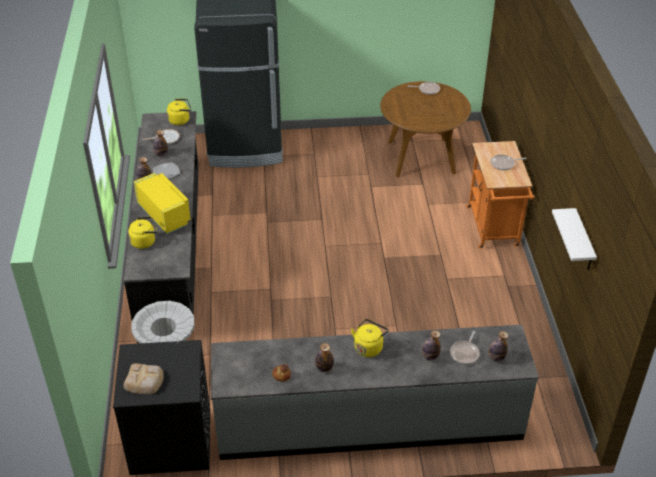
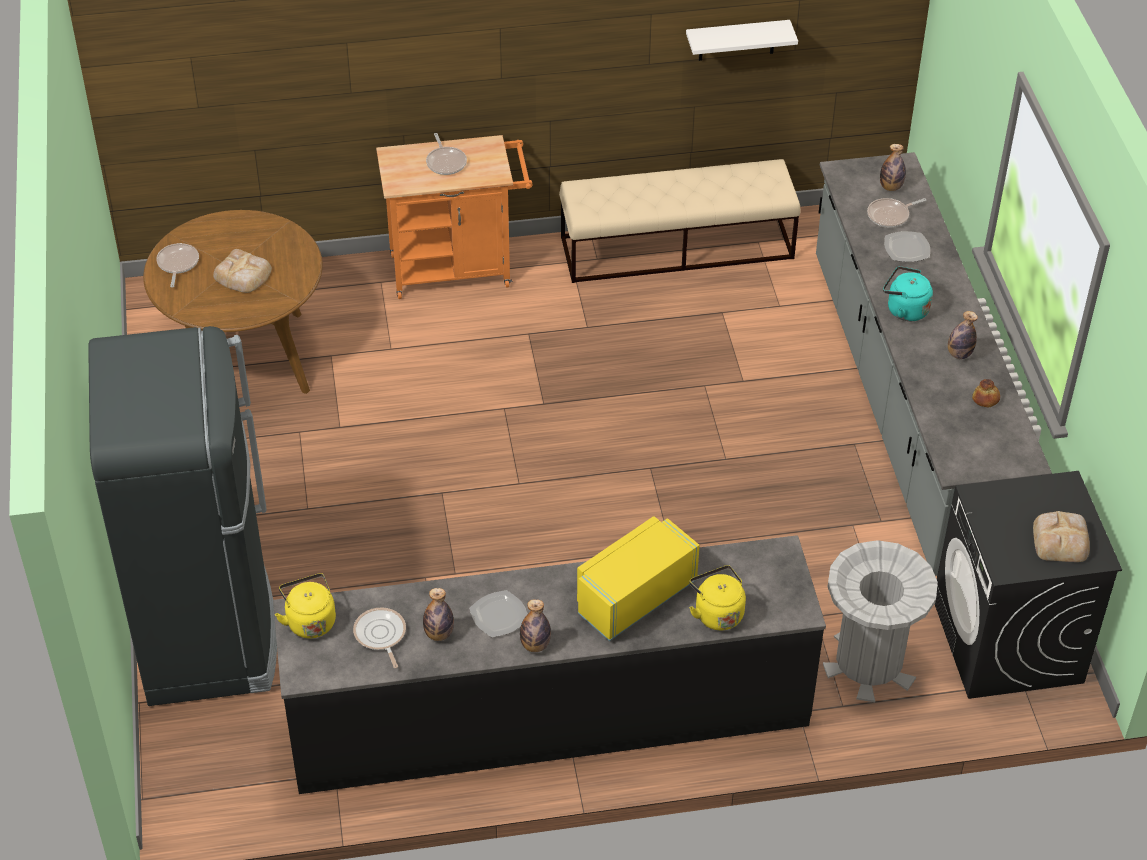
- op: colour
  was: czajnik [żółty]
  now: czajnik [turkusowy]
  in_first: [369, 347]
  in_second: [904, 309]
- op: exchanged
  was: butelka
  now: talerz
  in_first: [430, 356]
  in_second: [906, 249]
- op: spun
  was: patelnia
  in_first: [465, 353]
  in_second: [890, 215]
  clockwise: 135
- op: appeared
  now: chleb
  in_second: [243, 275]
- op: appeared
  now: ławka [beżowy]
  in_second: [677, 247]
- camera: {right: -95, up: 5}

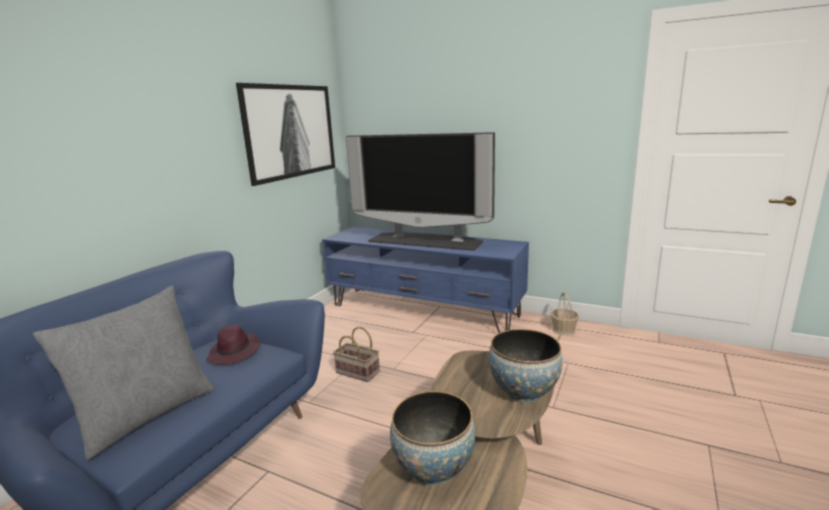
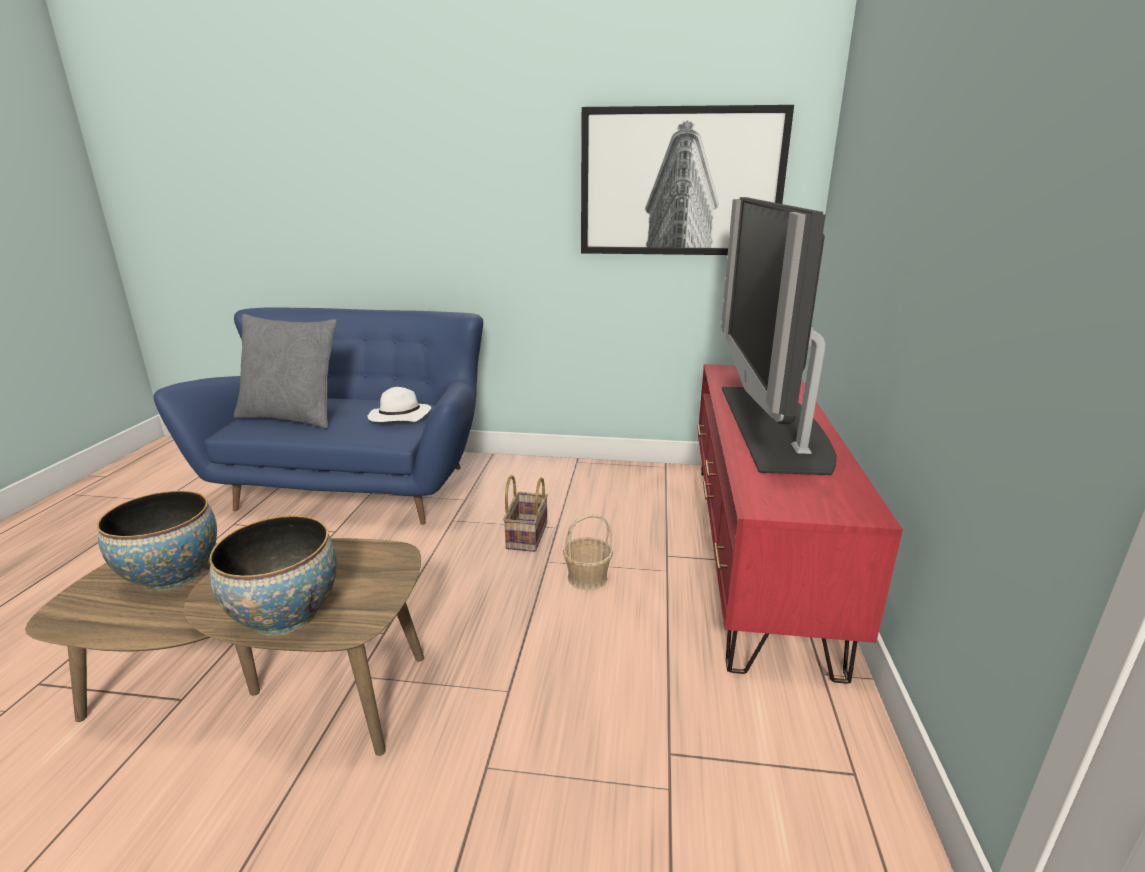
- op: colour
  was: kapelusz [fioletowy]
  now: kapelusz [biały]
  in_first: [235, 352]
  in_second: [399, 417]
- op: colour
  was: szafka pod telewizor [niebieski]
  now: szafka pod telewizor [czerwony]
  in_first: [424, 310]
  in_second: [756, 550]
- op: relocated
  was: koszyk
  in_first: [563, 330]
  in_second: [587, 577]
- camera: {right: 70, up: 5}

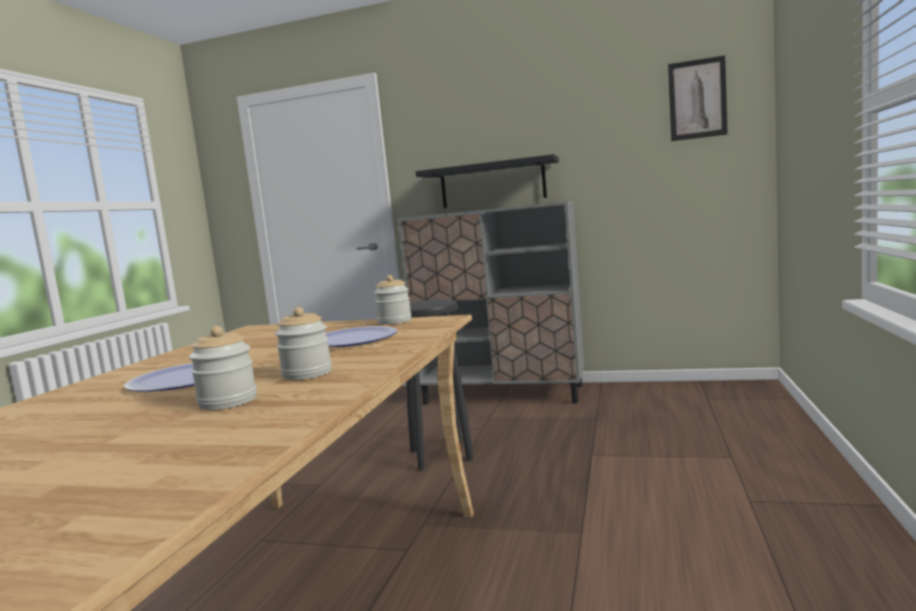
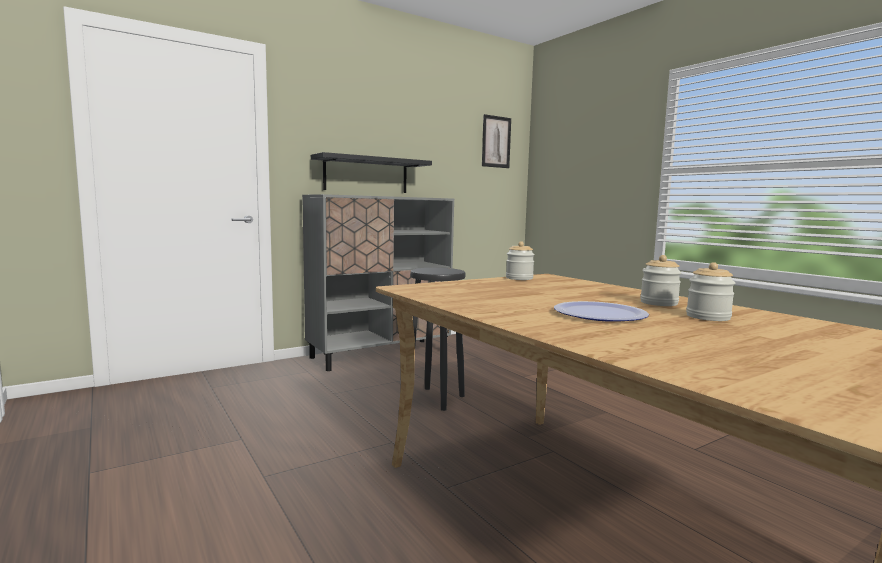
- op: missing
  was: talerz
  in_first: [353, 339]
- camera: {right: -50, up: 0}

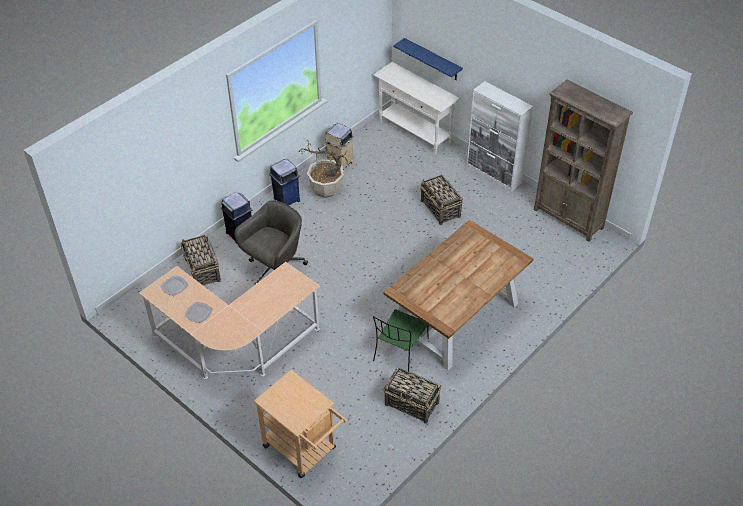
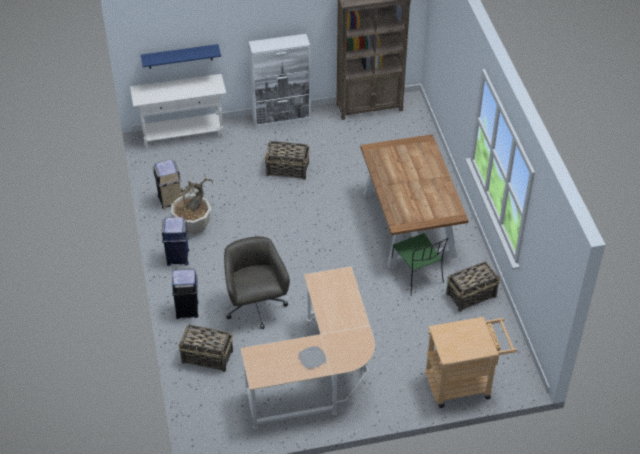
- op: missing
  was: talerz
  in_first: [174, 286]
- camera: {right: -55, up: 0}

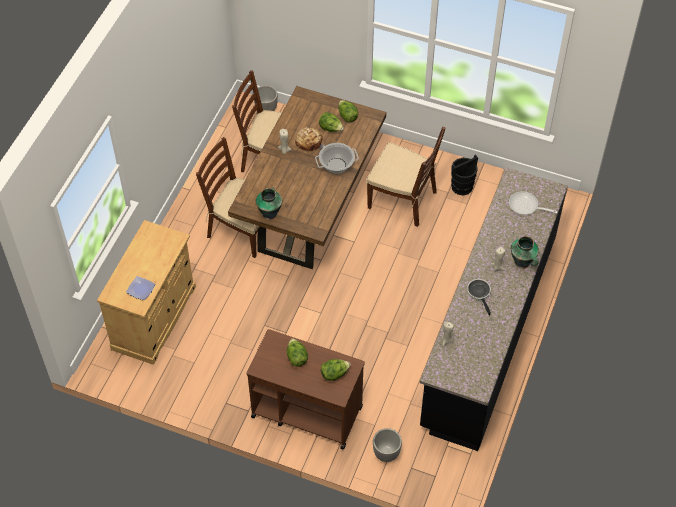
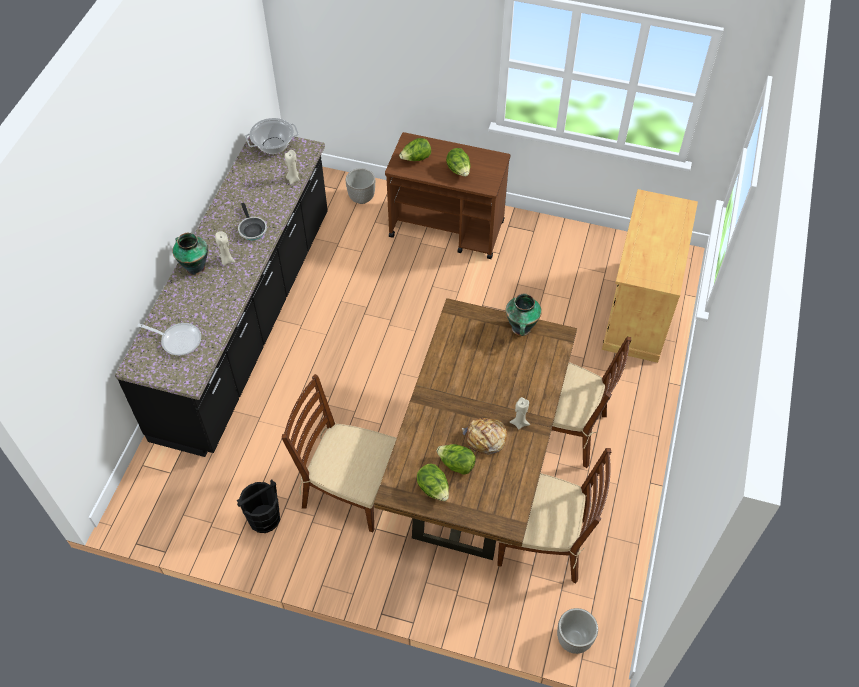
- op: missing
  was: talerz
  in_first: [140, 289]
- op: relocated
  was: garnek
  in_first: [336, 165]
  in_second: [273, 146]
- camera: {right: 175, up: 0}

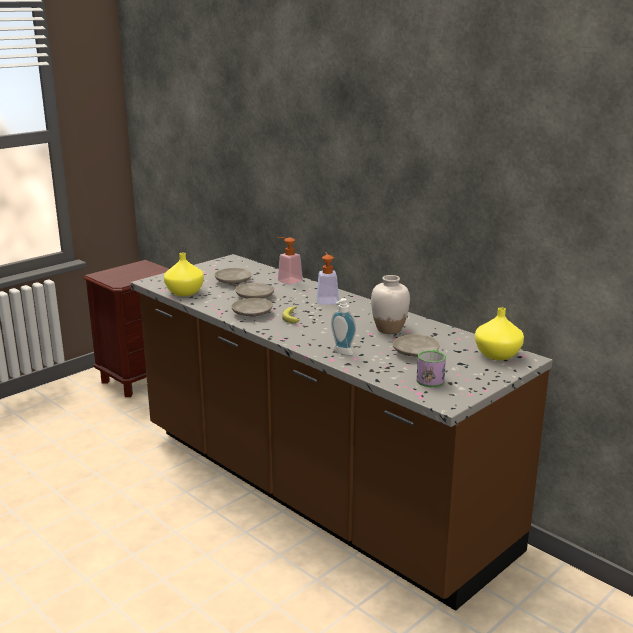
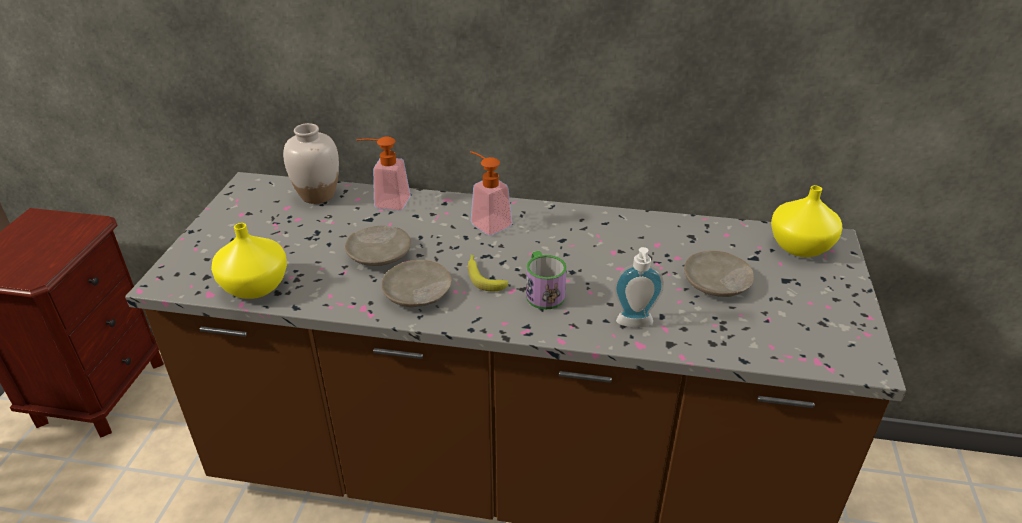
- op: missing
  was: talerz [beżowy]
  in_first: [233, 281]
- op: relocated
  was: wazon [biały]
  in_first: [389, 329]
  in_second: [317, 195]
- op: relocated
  was: kubek
  in_first: [431, 378]
  in_second: [542, 292]
- camera: {right: -35, up: 15}

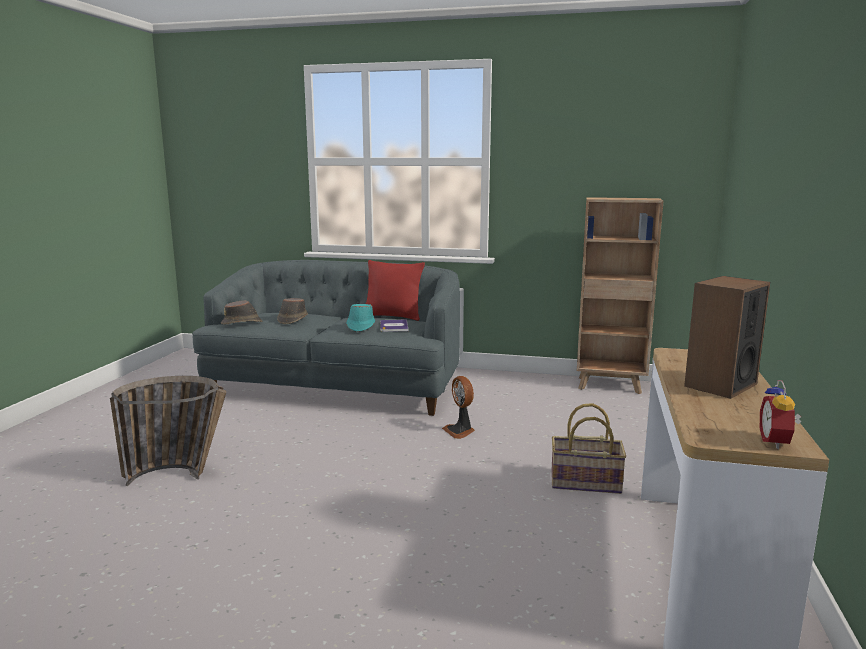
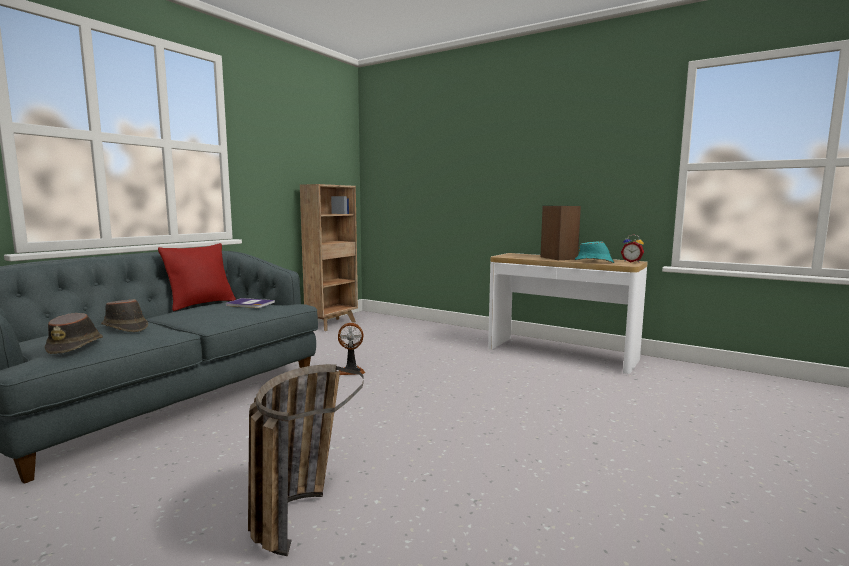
- op: relocated
  was: kapelusz [turkusowy]
  in_first: [360, 326]
  in_second: [594, 262]
- op: missing
  was: koszyk
  in_first: [585, 483]
- camera: {right: -70, up: -5}

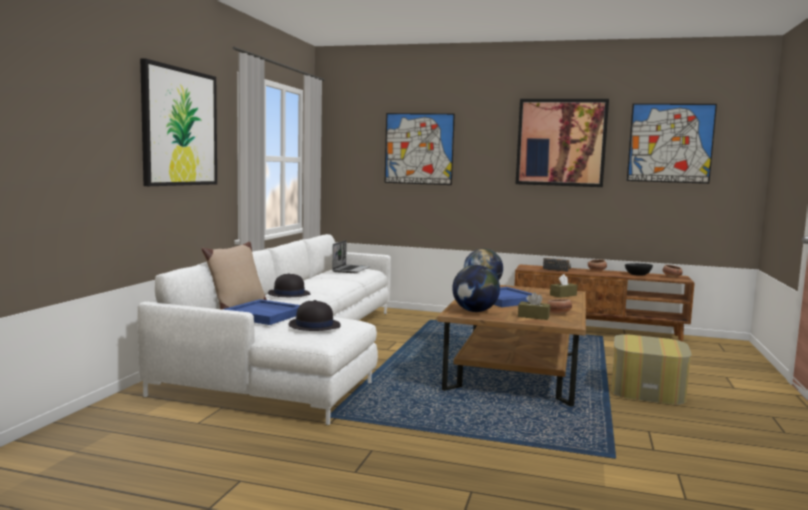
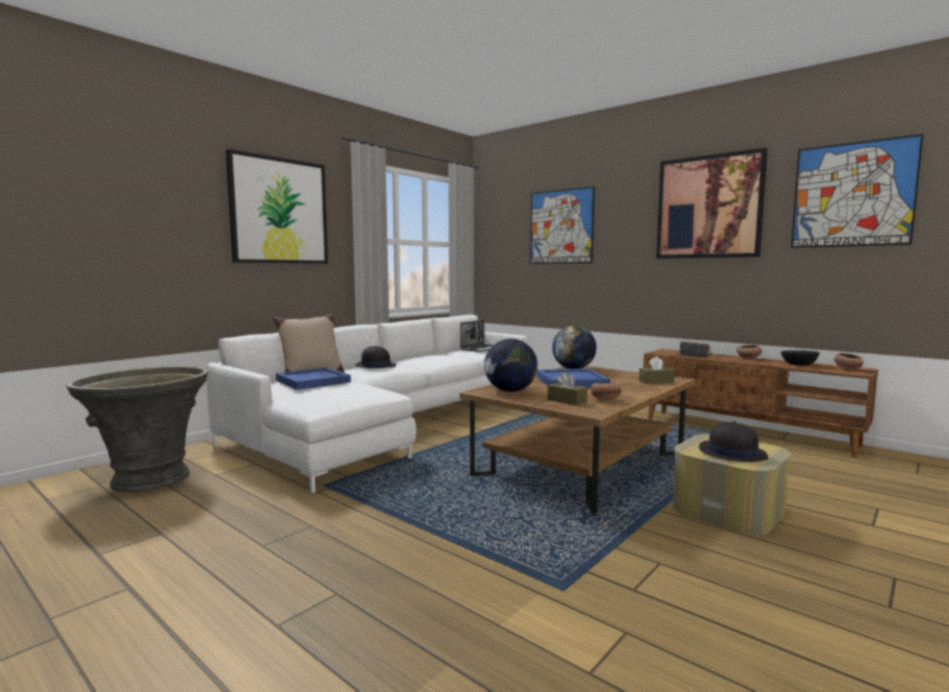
- op: relocated
  was: kapelusz [czarny]
  in_first: [314, 325]
  in_second: [731, 453]
- op: appeared
  now: donica [szary]
  in_second: [149, 479]
- camera: {right: 25, up: 0}

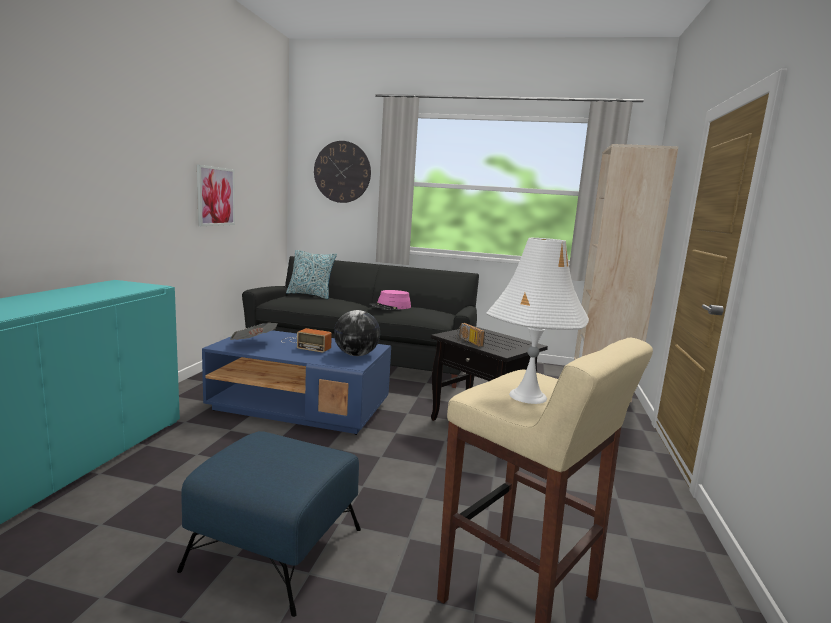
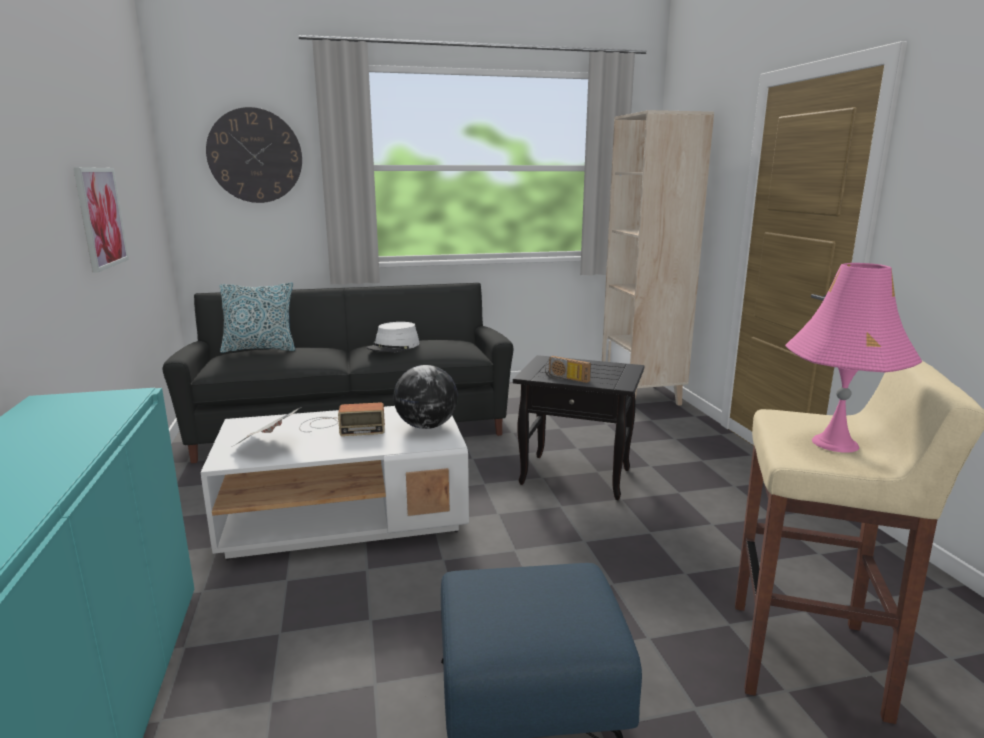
- op: colour
  was: ława [niebieski]
  now: ława [biały]
  in_first: [301, 407]
  in_second: [347, 516]
- op: colour
  was: kapelusz [różowy]
  now: kapelusz [biały]
  in_first: [390, 307]
  in_second: [394, 346]
- op: colour
  was: lampa stołowa [biały]
  now: lampa stołowa [różowy]
  in_first: [527, 396]
  in_second: [834, 443]
- camera: {right: -25, up: 5}

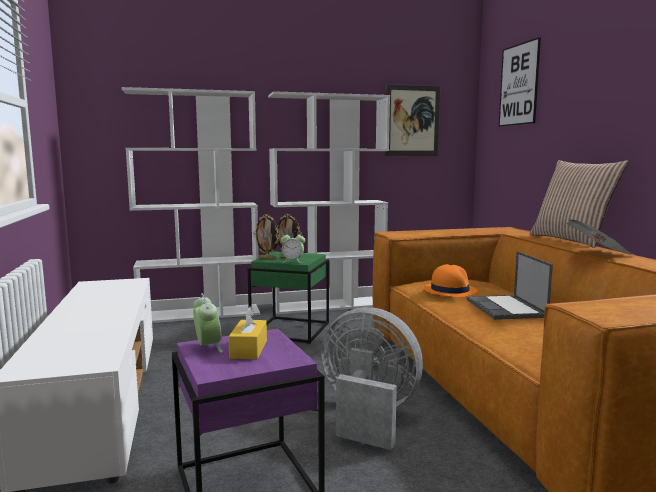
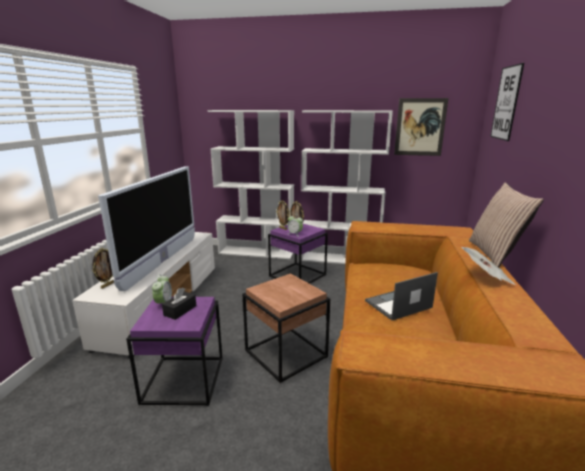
- op: colour
  was: pudełko chusteczek [żółty]
  now: pudełko chusteczek [czarny]
  in_first: [248, 349]
  in_second: [180, 310]
- op: colour
  was: stolik [zielony]
  now: stolik [fioletowy]
  in_first: [291, 330]
  in_second: [298, 275]
- op: exchanged
  was: wentylator [szary]
  now: stolik [brązowy]
  in_first: [368, 415]
  in_second: [285, 353]
- op: missing
  was: kapelusz [pomarańczowy]
  in_first: [449, 290]
- op: spun
  was: laptop
  in_first: [506, 308]
  in_second: [398, 304]
  clockwise: 45
- op: appeared
  now: ramka na zdjęcie
  in_second: [107, 285]
- op: appeared
  now: telewizor
  in_second: [162, 261]
- camera: {right: 25, up: 10}

